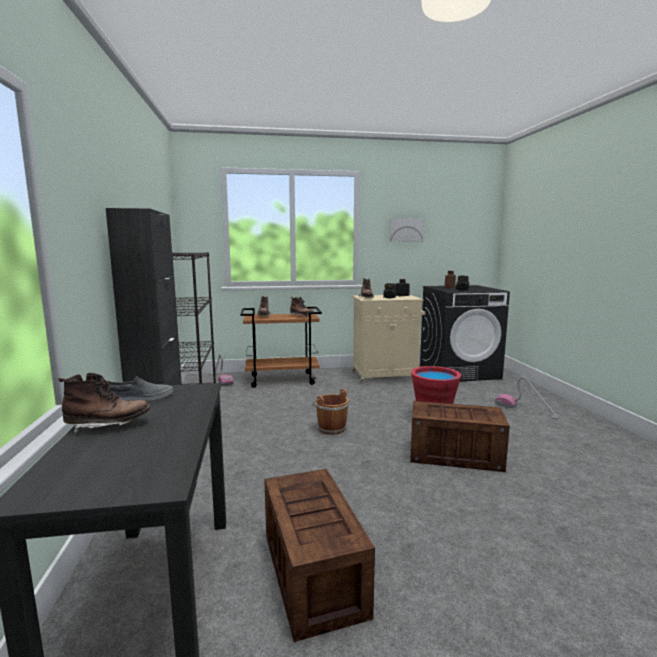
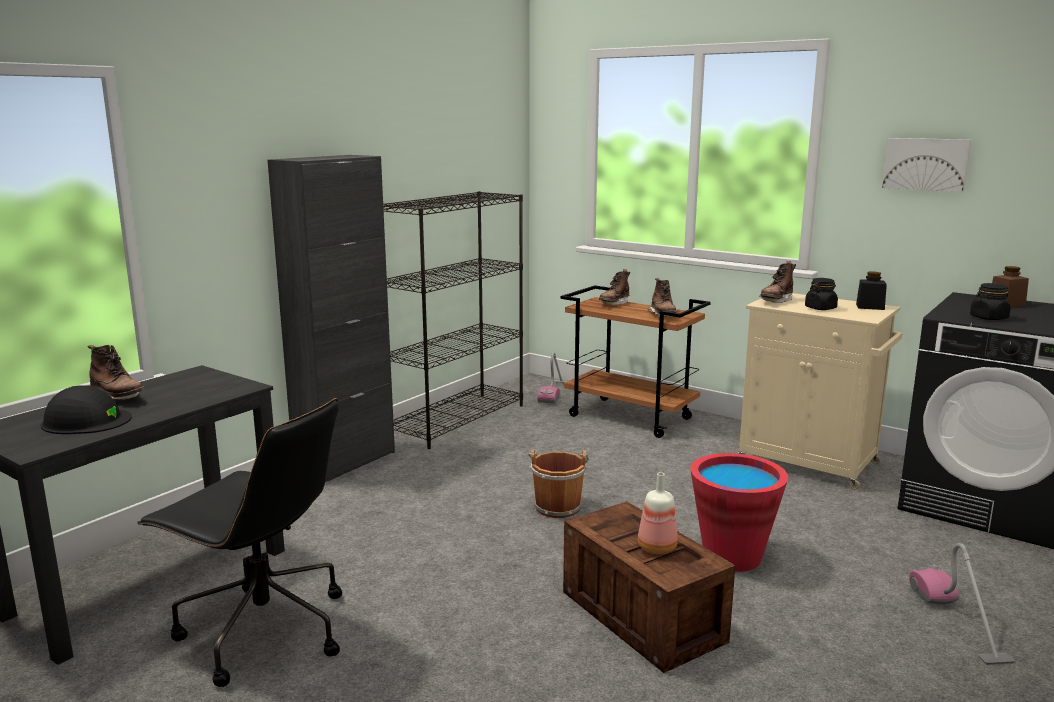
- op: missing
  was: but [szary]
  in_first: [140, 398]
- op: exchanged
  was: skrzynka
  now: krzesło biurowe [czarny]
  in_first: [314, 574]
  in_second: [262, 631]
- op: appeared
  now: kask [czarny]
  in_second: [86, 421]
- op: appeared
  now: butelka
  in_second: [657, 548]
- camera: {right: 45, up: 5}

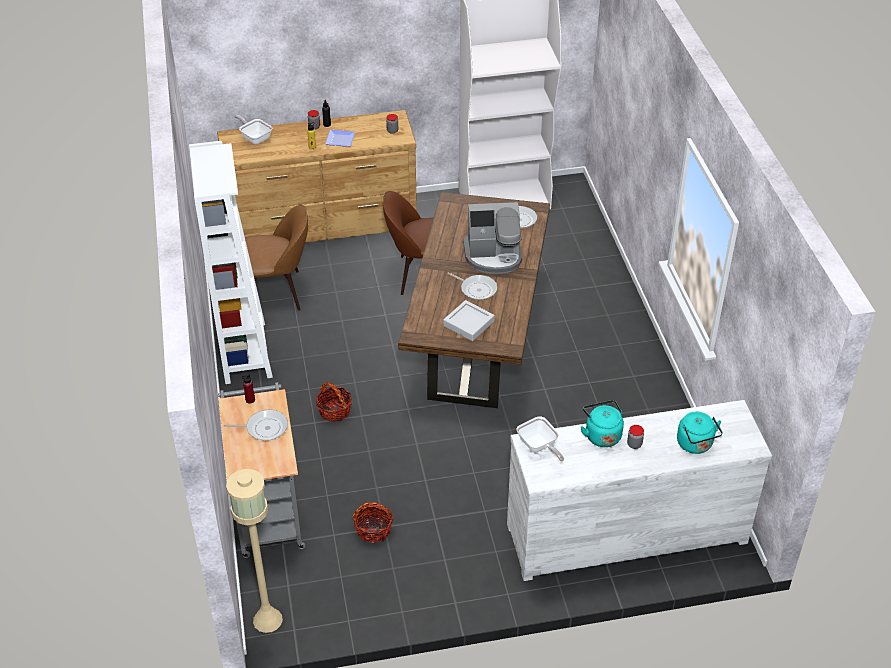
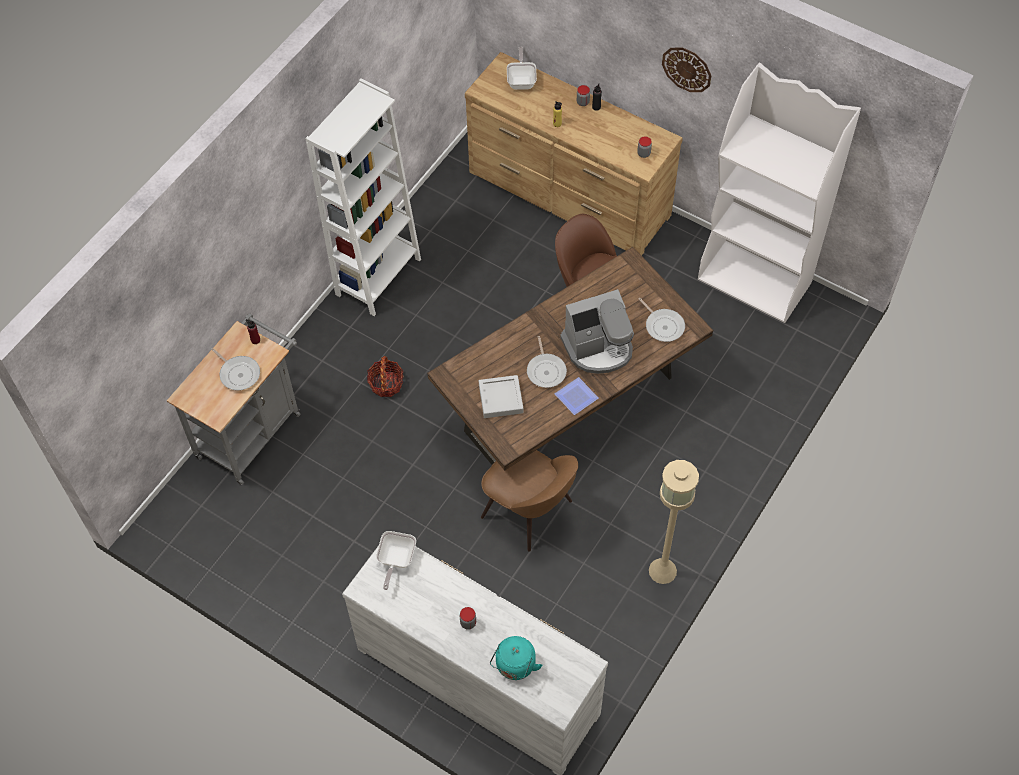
- op: relocated
  was: lampa stojąca [beżowy]
  in_first: [268, 620]
  in_second: [663, 571]
- op: relocated
  was: krzesło [brązowy]
  in_first: [277, 291]
  in_second: [529, 511]
- op: relocated
  was: talerz
  in_first: [339, 139]
  in_second: [576, 395]
- op: missing
  was: koszyk
  in_first: [373, 529]
- op: spun
  was: ekspres do kawy
  in_first: [493, 256]
  in_second: [598, 348]
  clockwise: -60
- op: missing
  was: czajnik [turkusowy]
  in_first: [601, 435]
- op: appeared
  now: zegar ścienny
  in_second: [687, 69]
- camera: {right: 45, up: 15}

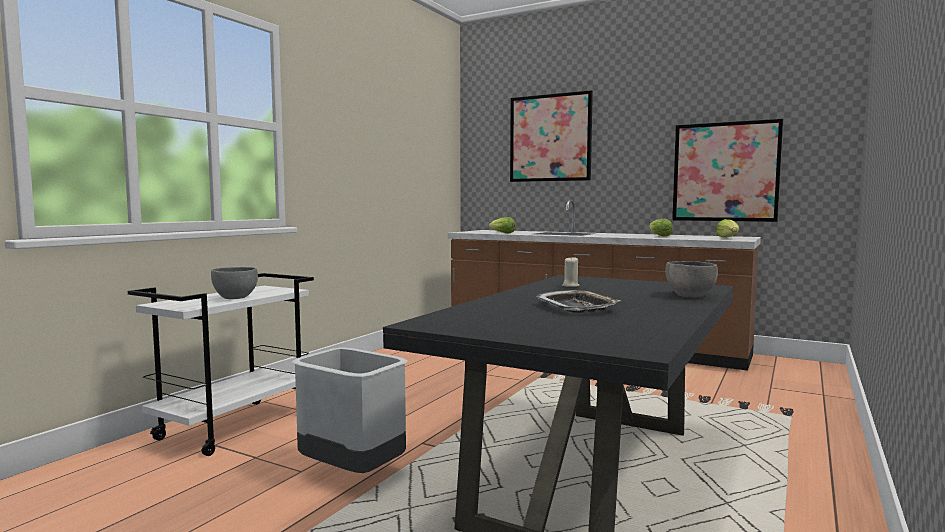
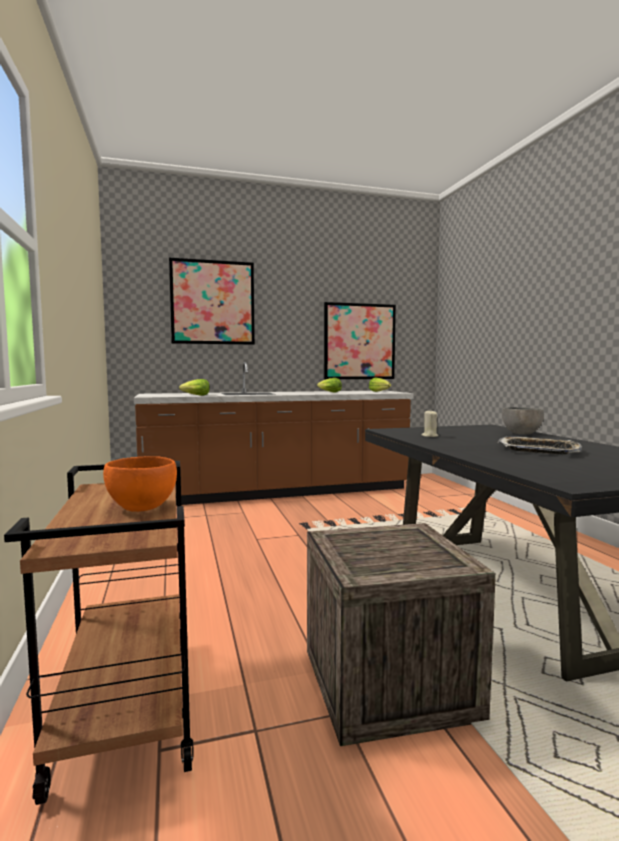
- op: colour
  was: wózek [biały]
  now: wózek [brązowy]
  in_first: [235, 426]
  in_second: [125, 708]
- op: colour
  was: miska [szary]
  now: miska [pomarańczowy]
  in_first: [235, 298]
  in_second: [142, 507]
- op: exchanged
  was: kosz na śmieci [szary]
  now: skrzynka
  in_first: [354, 473]
  in_second: [388, 682]
- camera: {right: -45, up: 0}

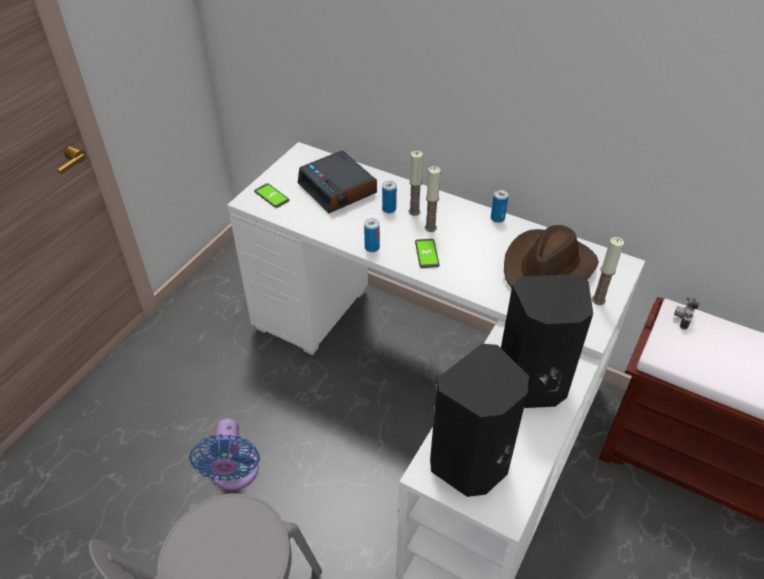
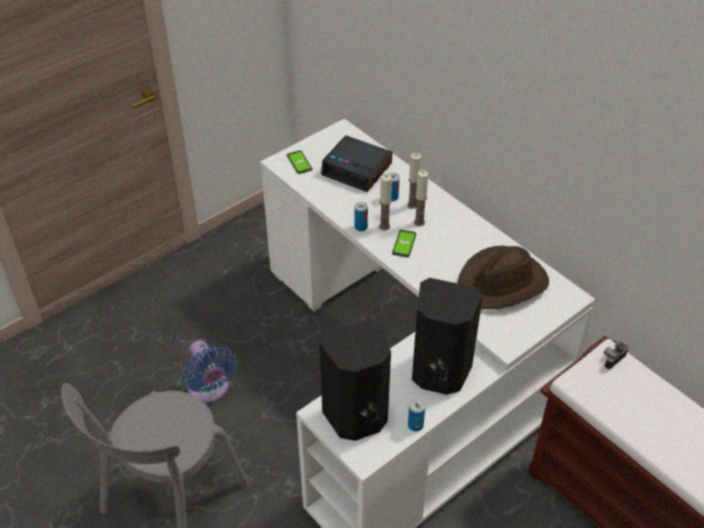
- op: spun
  was: wentylator [niebieski]
  in_first: [234, 474]
  in_second: [210, 390]
  clockwise: -45
- op: spun
  was: budzik
  in_first: [338, 189]
  in_second: [357, 169]
  clockwise: -45
- op: relocated
  was: puszka
  in_first: [497, 218]
  in_second: [415, 425]
- op: relocated
  was: świeca
  in_first: [598, 300]
  in_second: [384, 226]
- camera: {right: 20, up: 0}

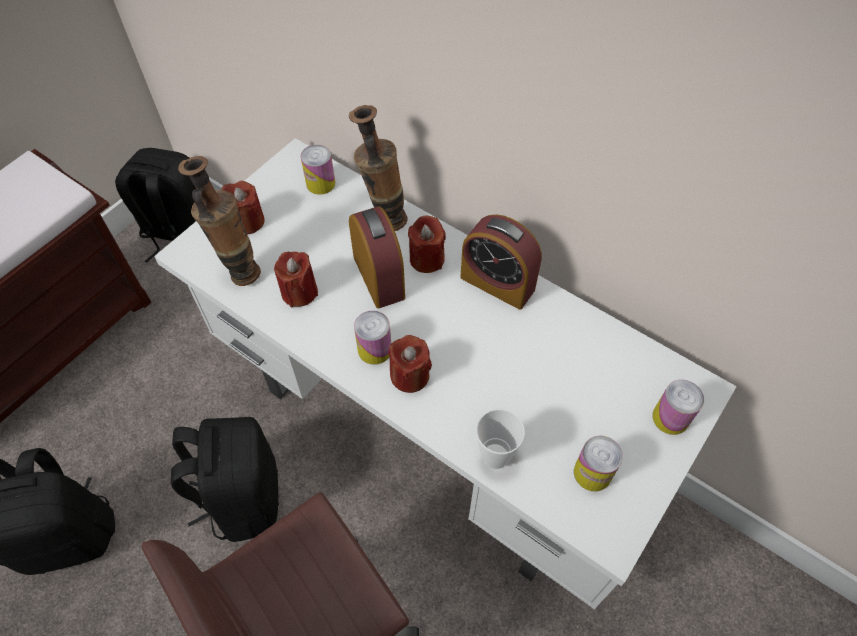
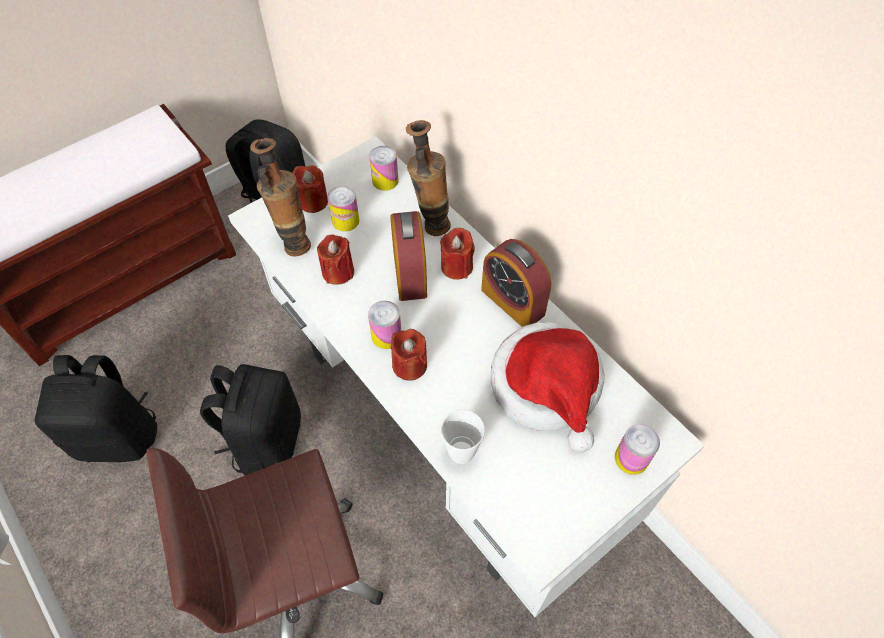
- op: relocated
  was: puszka
  in_first: [592, 473]
  in_second: [345, 221]
- op: appeared
  now: kapelusz
  in_second: [547, 388]
- camera: {right: 15, up: 0}

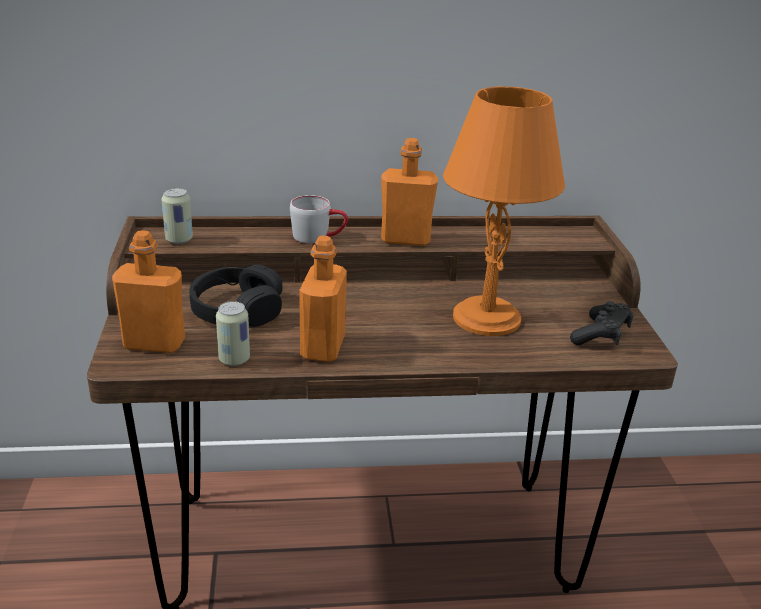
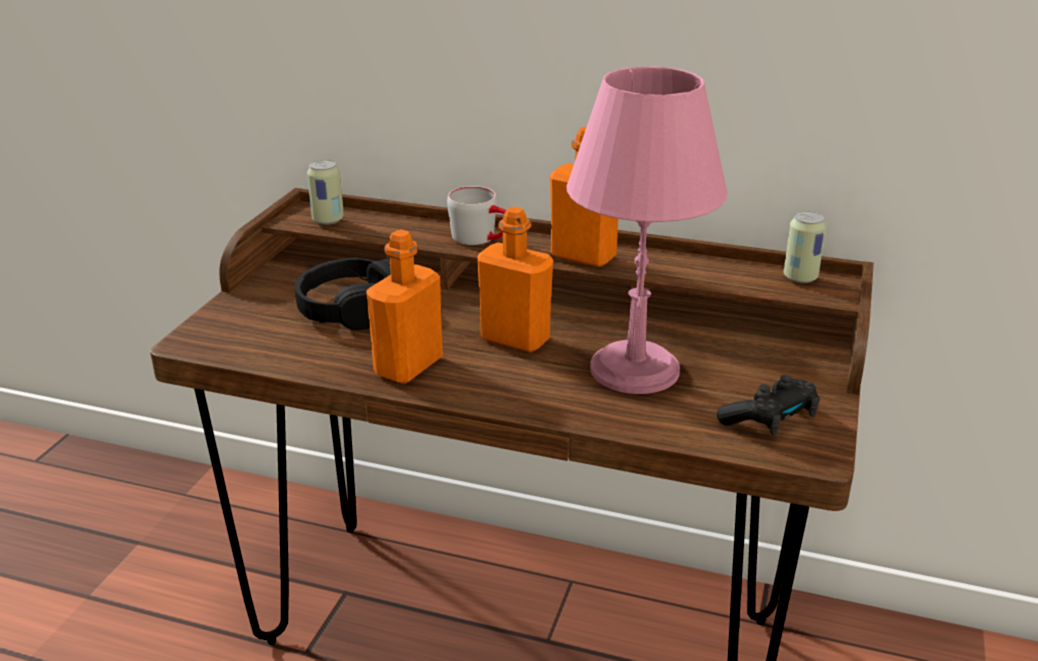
- op: relocated
  was: butelka [pomarańczowy]
  in_first: [154, 343]
  in_second: [515, 339]
- op: relocated
  was: puszka
  in_first: [234, 359]
  in_second: [800, 277]
- op: colour
  was: lampa stołowa [pomarańczowy]
  now: lampa stołowa [różowy]
  in_first: [487, 318]
  in_second: [635, 370]
- camera: {right: 25, up: 0}

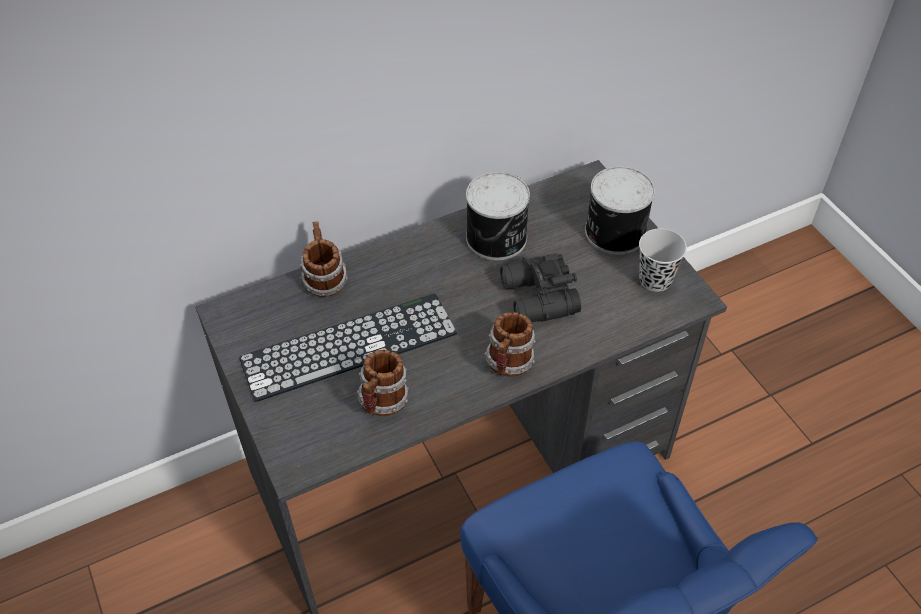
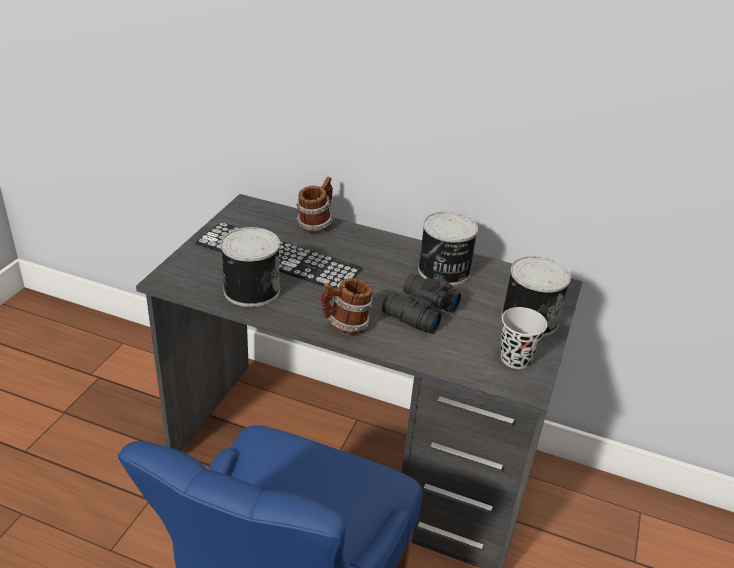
- op: exchanged
  was: kubek
  now: puszka
  in_first: [383, 403]
  in_second: [250, 289]
- camera: {right: 45, up: -15}

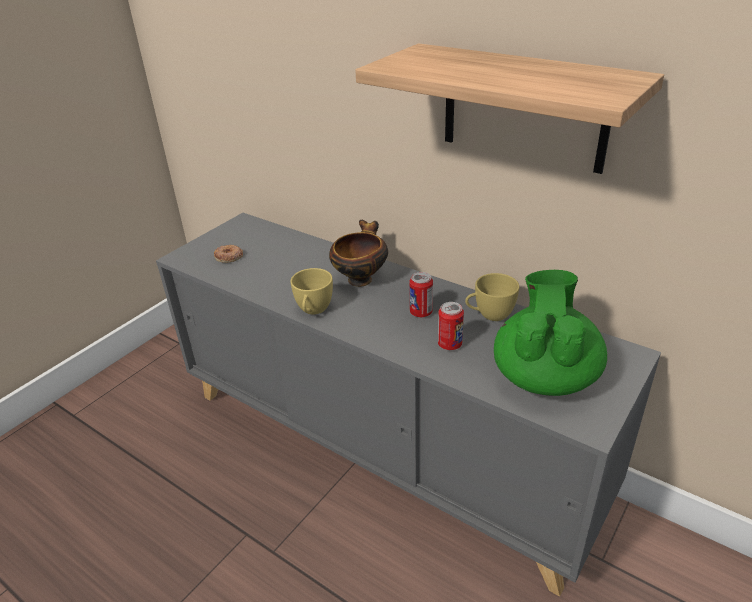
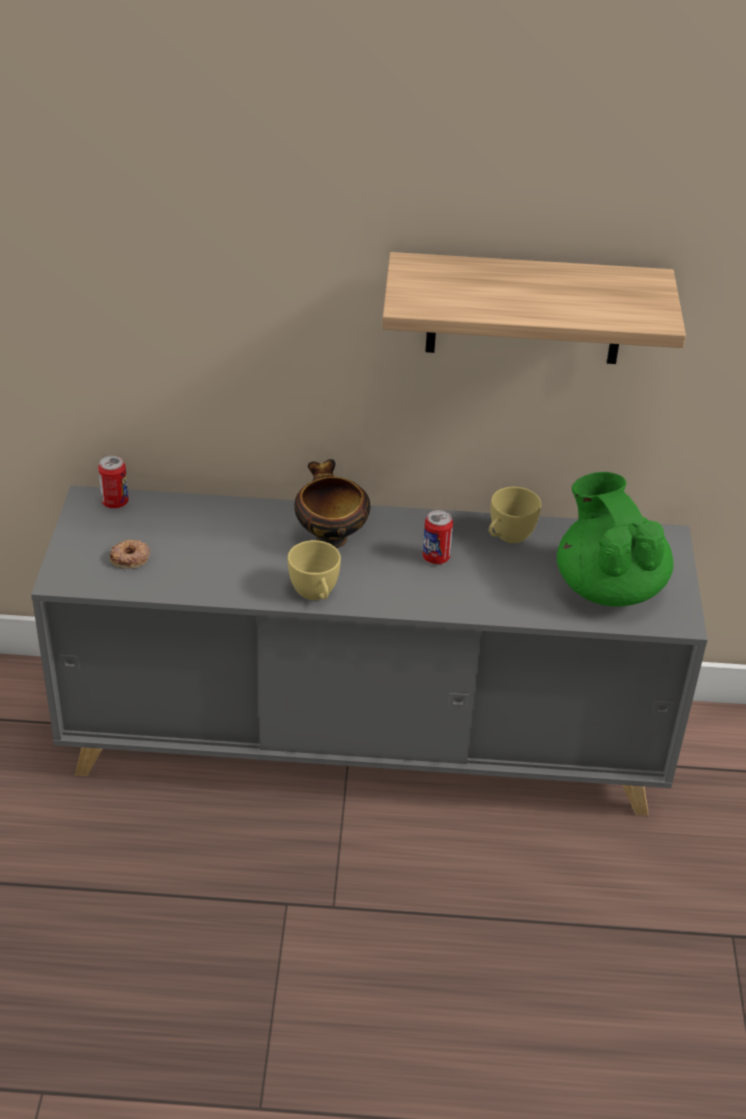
- op: relocated
  was: puszka
  in_first: [450, 344]
  in_second: [115, 502]
- camera: {right: -35, up: 5}

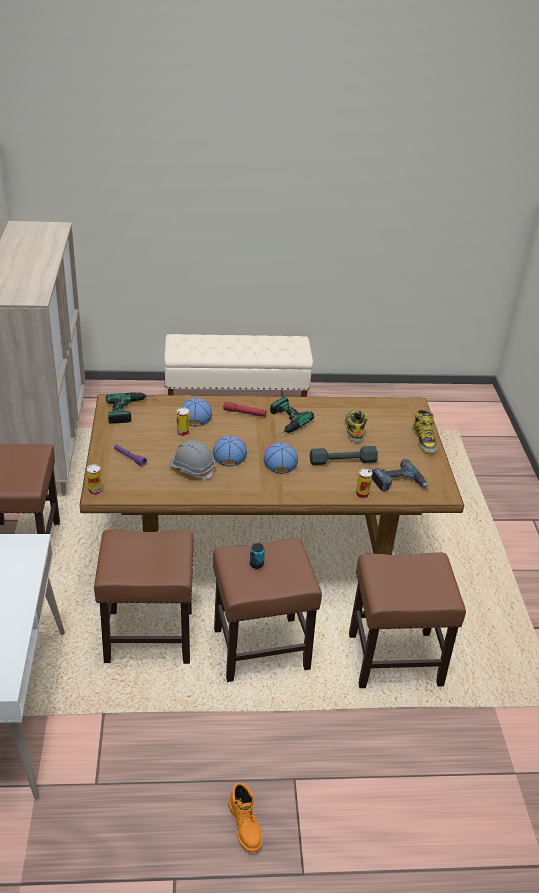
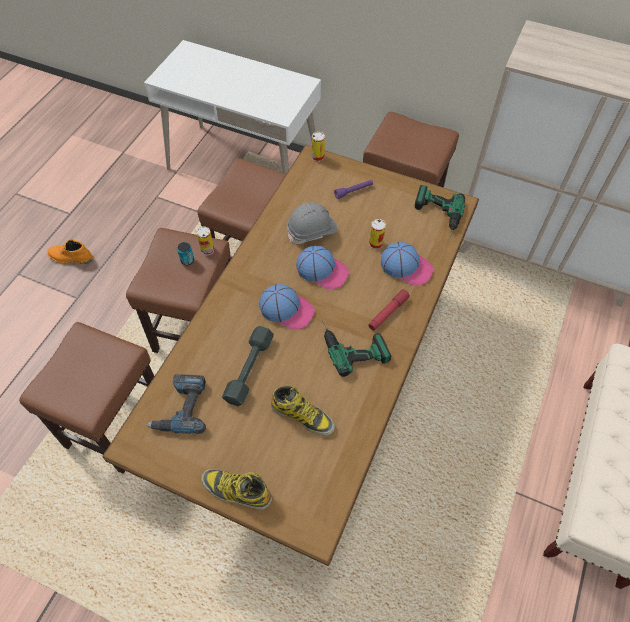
- op: relocated
  was: puszka
  in_first: [362, 494]
  in_second: [207, 250]
- camera: {right: 120, up: 20}

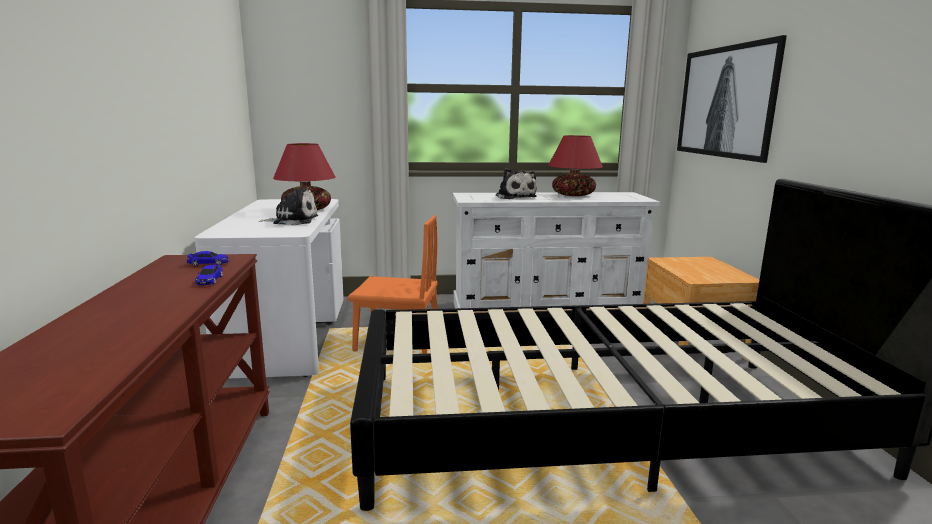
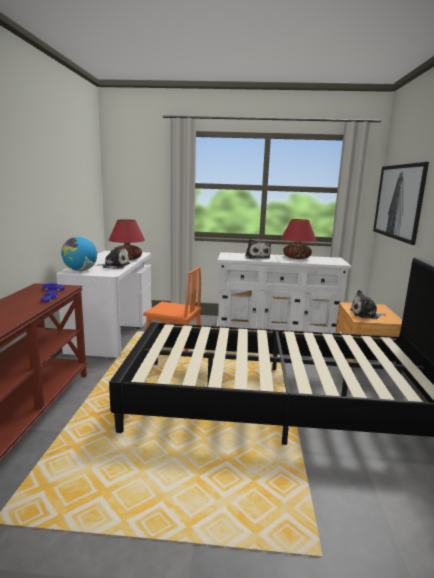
- op: appeared
  now: globus
  in_second: [80, 270]
- op: appeared
  now: pluszak
  in_second: [365, 314]
- camera: {right: 10, up: 0}

